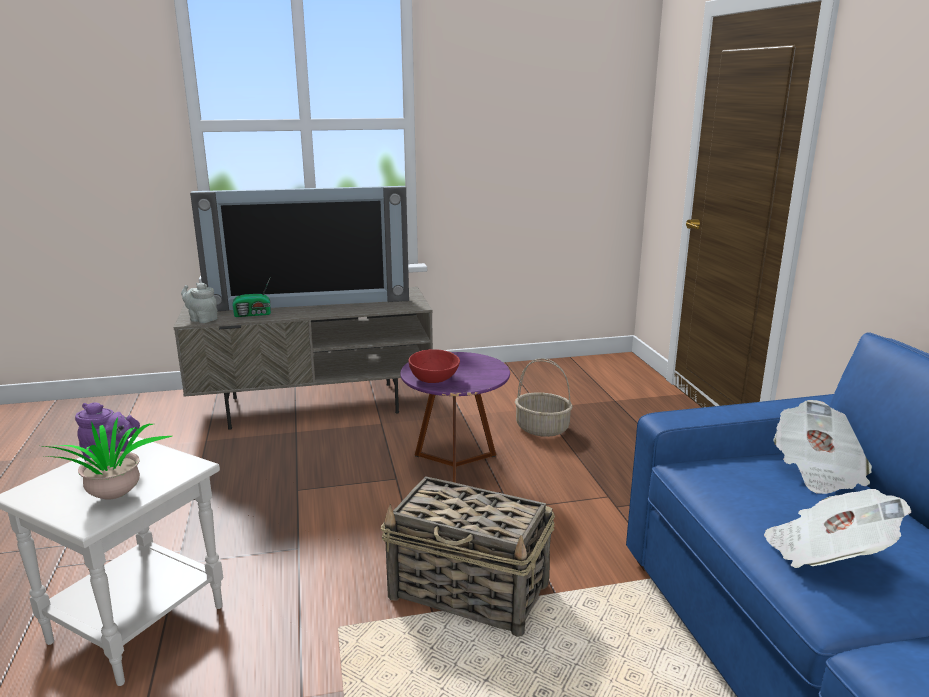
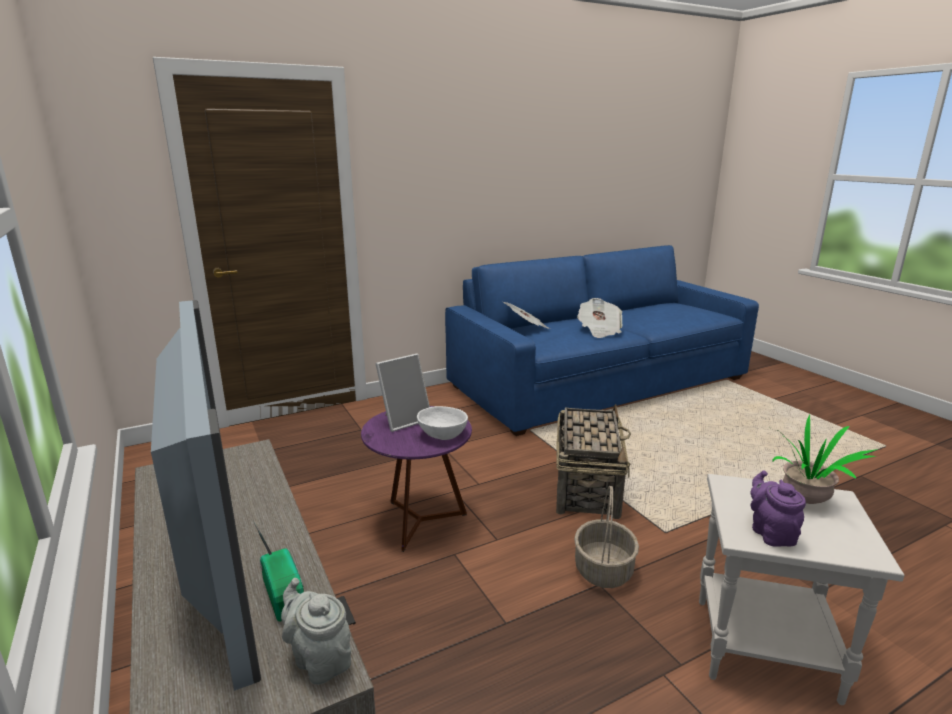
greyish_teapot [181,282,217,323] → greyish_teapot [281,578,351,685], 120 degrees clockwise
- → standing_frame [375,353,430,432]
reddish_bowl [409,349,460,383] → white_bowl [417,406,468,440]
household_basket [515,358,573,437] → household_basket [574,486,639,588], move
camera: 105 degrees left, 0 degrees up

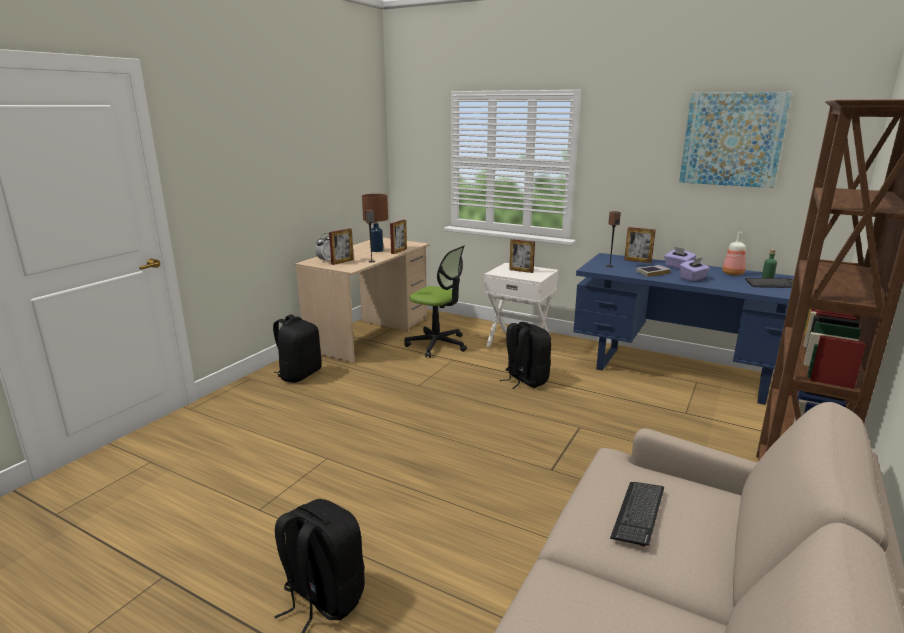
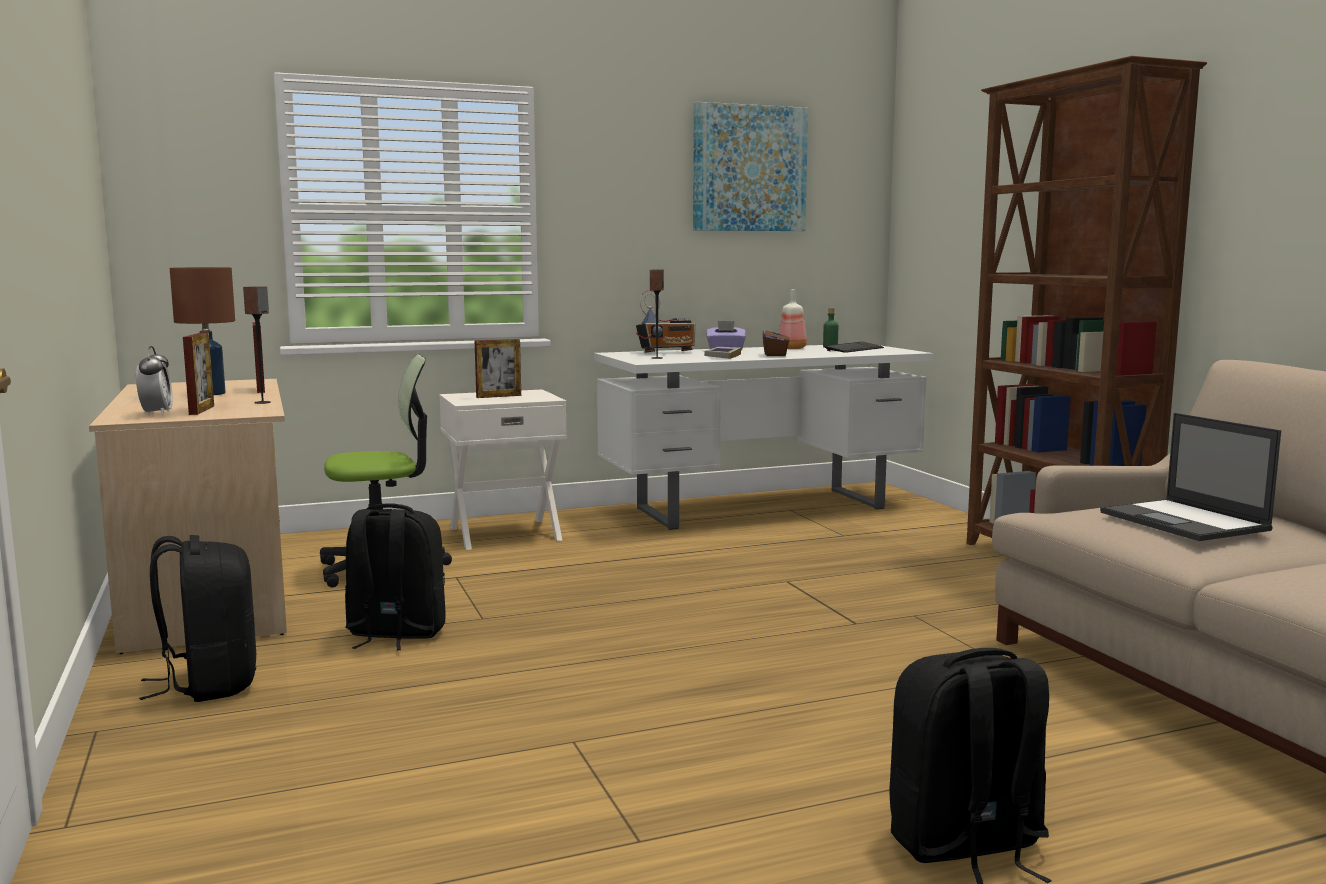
black-coloured_backpack [500,322,551,389] → black-coloured_backpack [345,504,446,650], move
blue_desk_table [573,253,799,405] → white_desk_table [594,345,933,530]
standing_frame [624,227,656,263] → radio [636,290,695,353]
purplish_tissue_box [679,258,710,282] → brownish_tissue_box [763,323,790,356]
keyboard [610,482,664,547] → notebook_computer [1100,413,1281,541]
camera: 50 degrees left, 10 degrees down

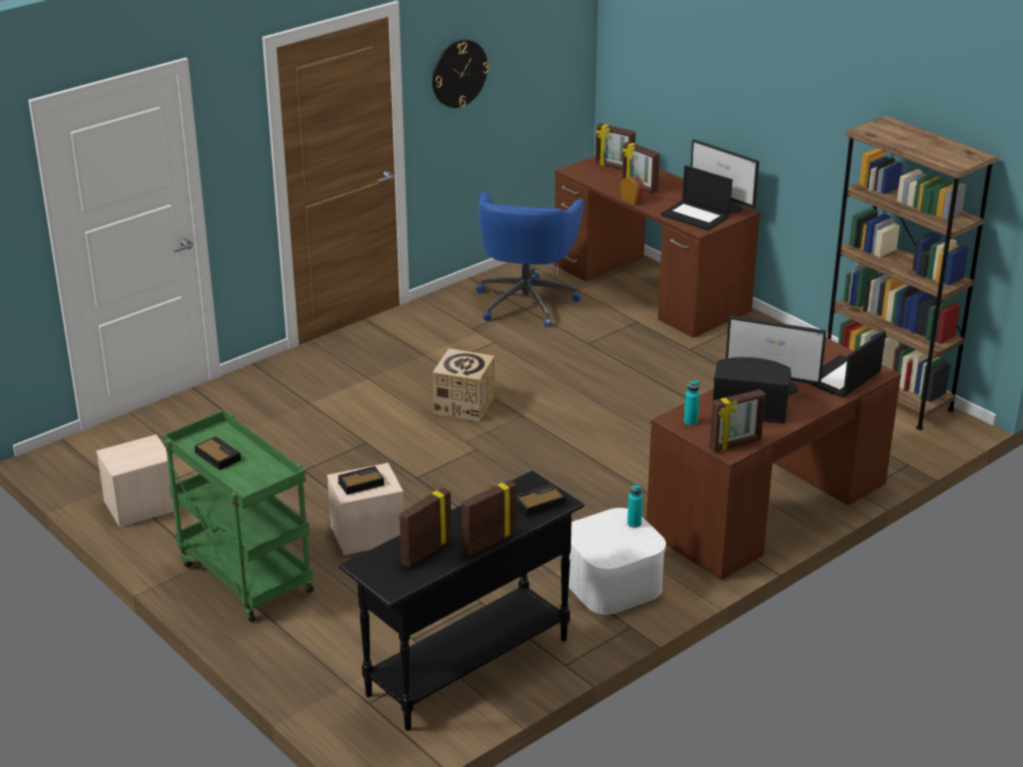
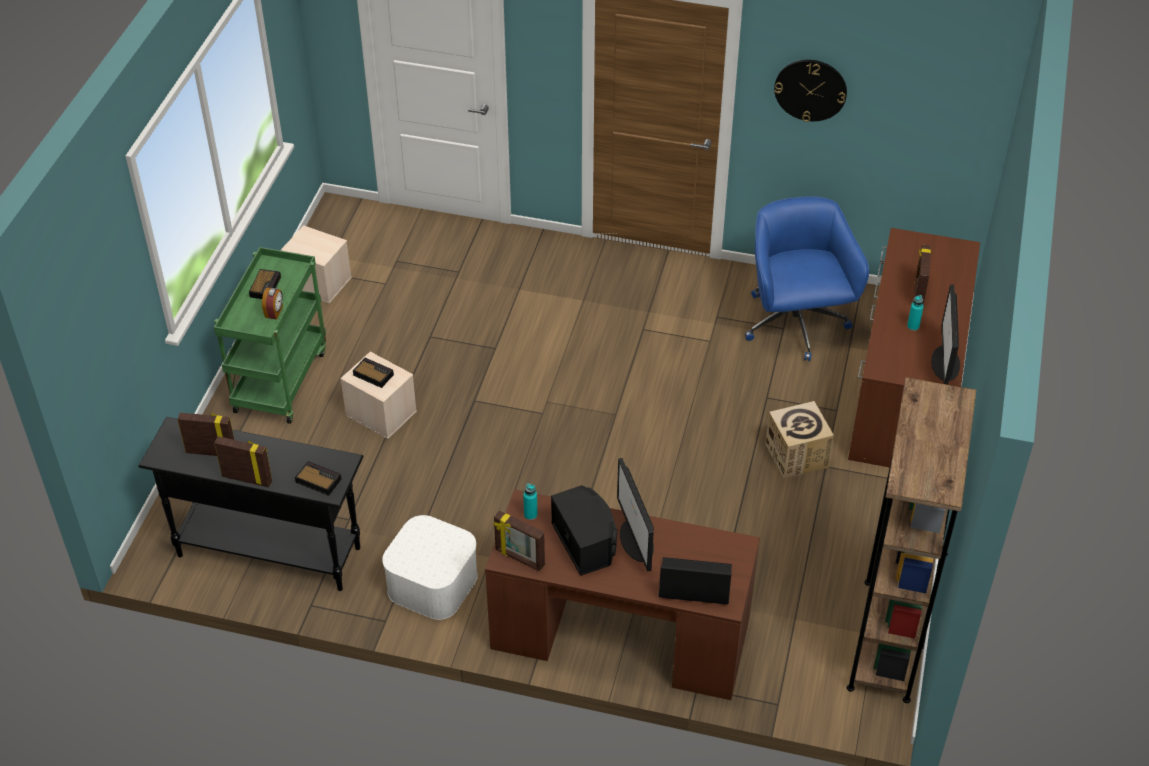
alarm_clock [620,174,645,205] → alarm_clock [262,288,283,320], move
blue_desk_chair [476,191,584,327] → blue_desk_chair [745,196,869,361], 105 degrees clockwise
cardboard_box [432,349,495,422] → cardboard_box [765,401,834,479], move
blue-green_beverage_bottle [627,483,643,528] → blue-green_beverage_bottle [907,295,924,331], move
standing_frame [595,123,636,170] → -
notebook_computer [661,165,732,231] → -
camera: 55 degrees right, 15 degrees up

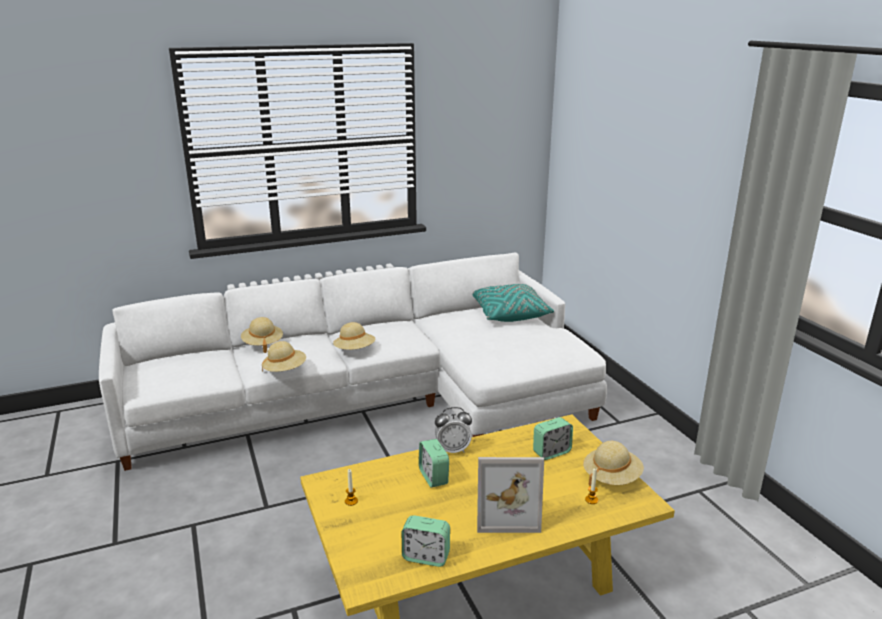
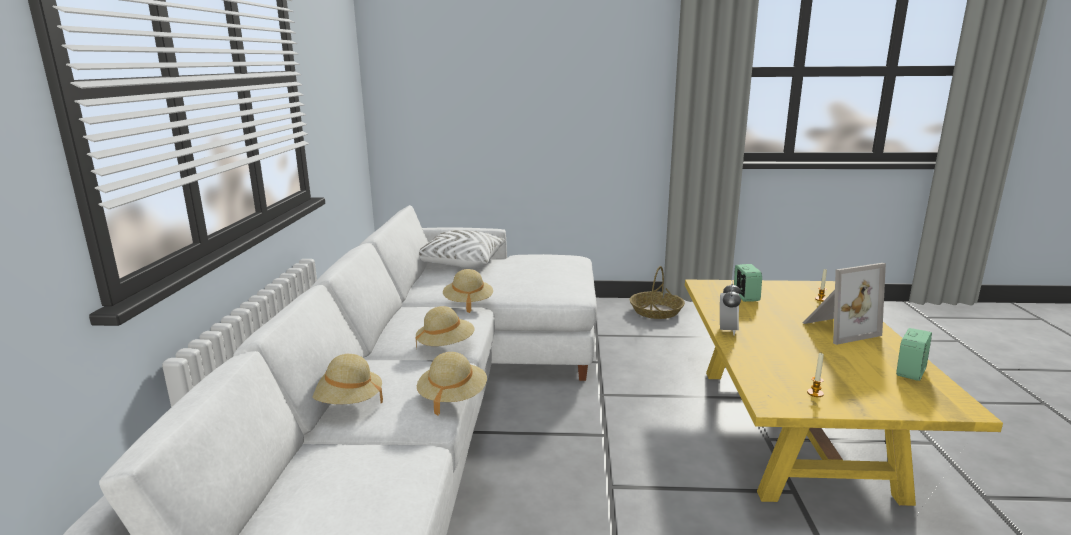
blue-green_throw_pillow [473,284,554,322] → white_throw_pillow [419,230,505,267]
sand-coloured_clothing_hat [583,441,644,486] → sand-coloured_clothing_hat [443,269,493,313], move
- → household_basket [630,266,685,319]
standing_frame [477,457,544,533] → standing_frame [803,263,886,345], 45 degrees clockwise
alarm_clock [419,439,449,487] → -
camera: 65 degrees left, 5 degrees down

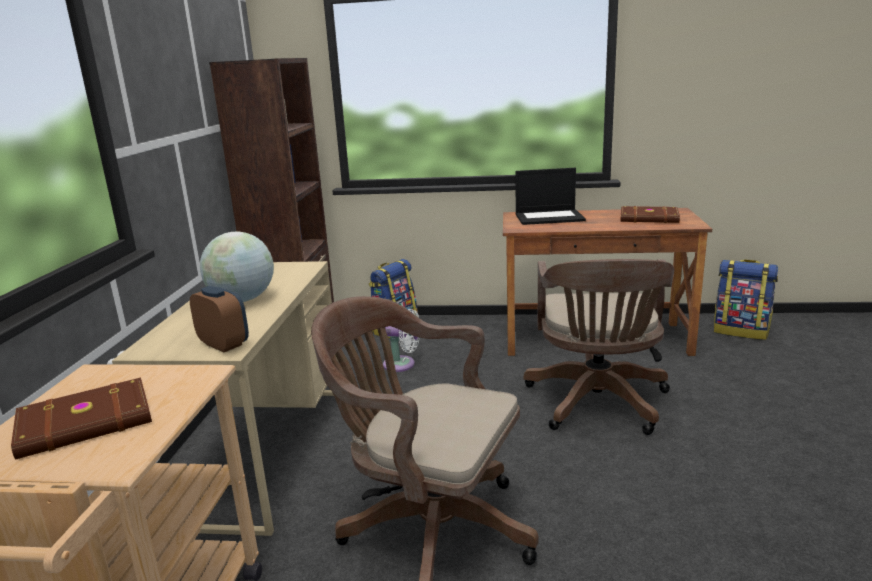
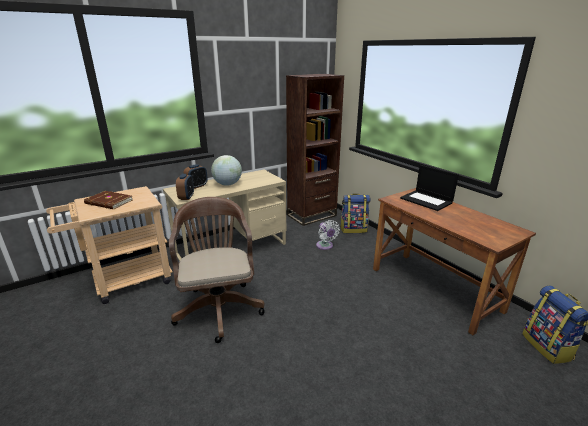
- → alarm_clock [183,164,208,189]
brownish_desk_chair [524,259,674,435] → -
brownish_bound_book [620,206,680,223] → -
camera: 50 degrees right, 5 degrees up

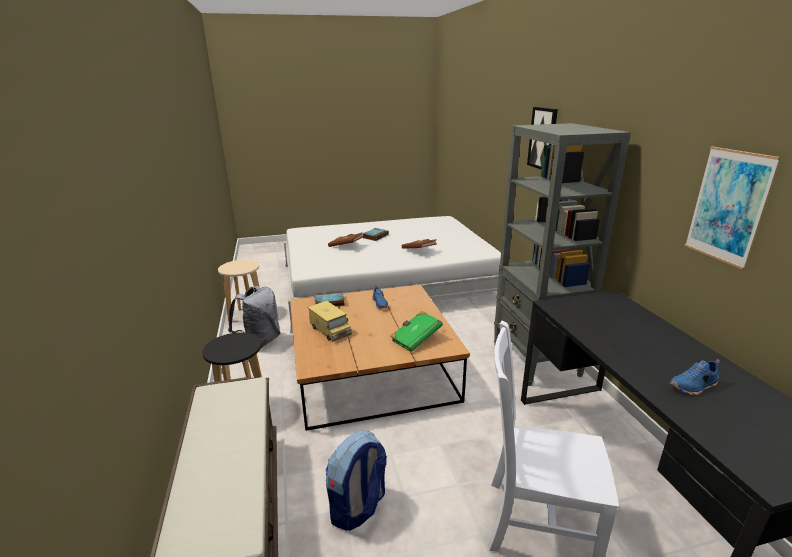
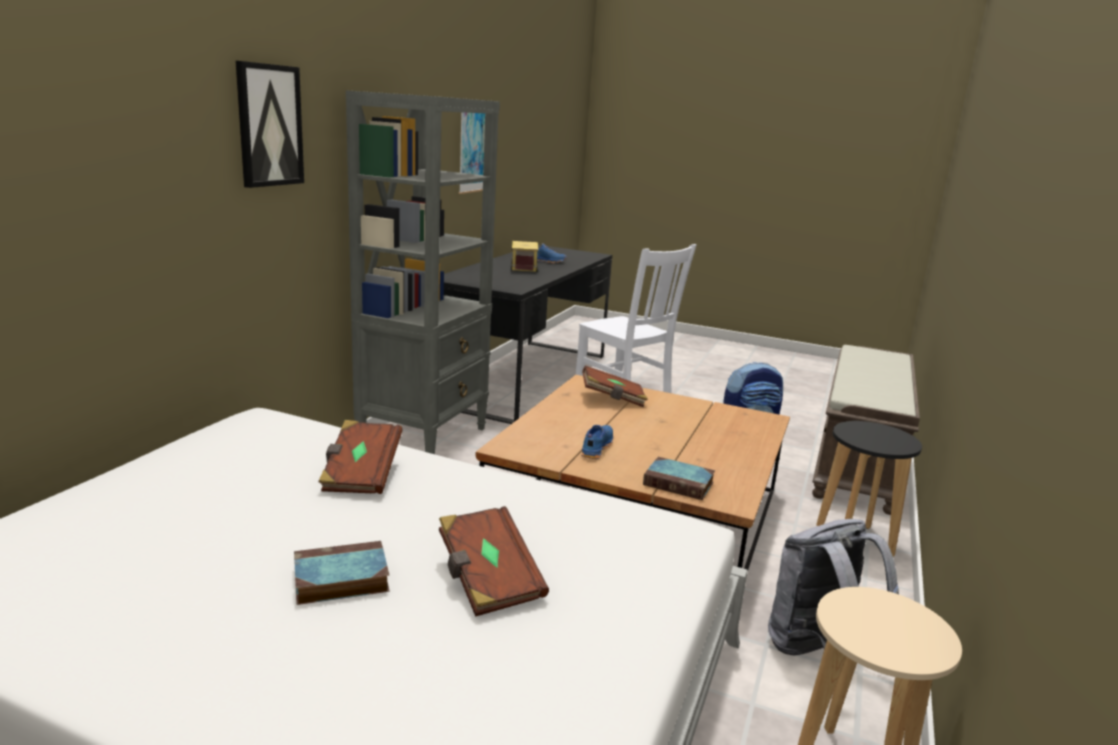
model_truck [307,301,352,342] → model_truck [511,241,539,272], move
greenish_bound_book [390,311,443,352] → brownish_bound_book [582,365,648,407]
camera: 145 degrees left, 5 degrees down

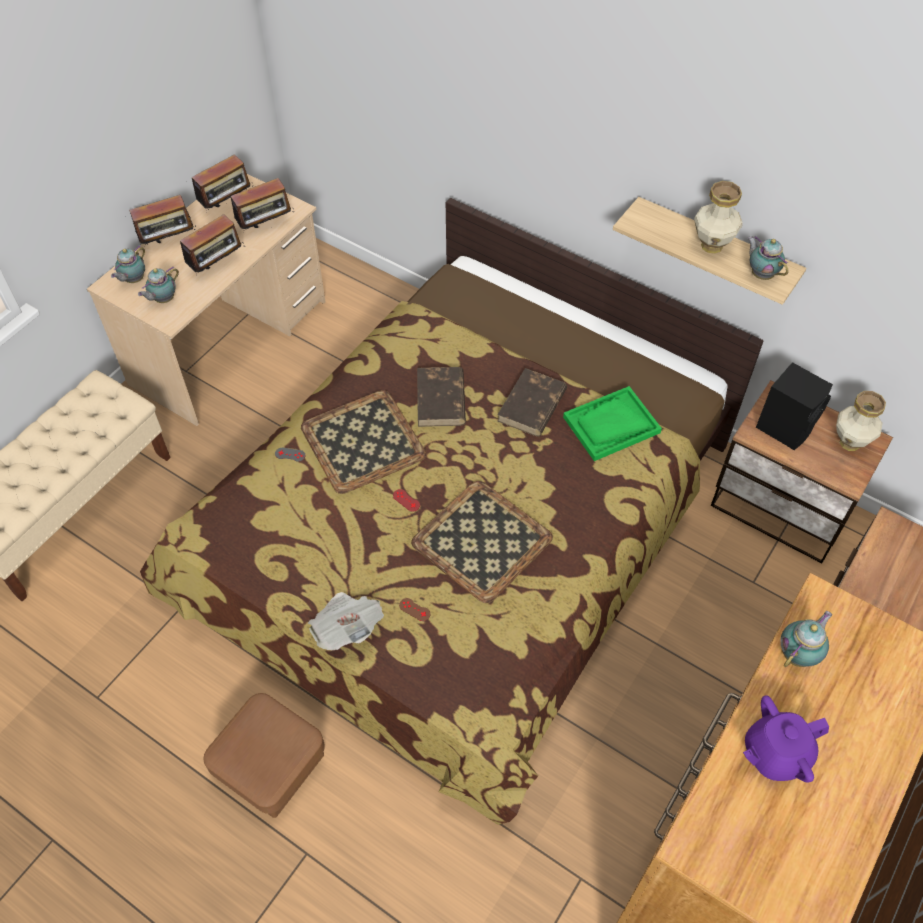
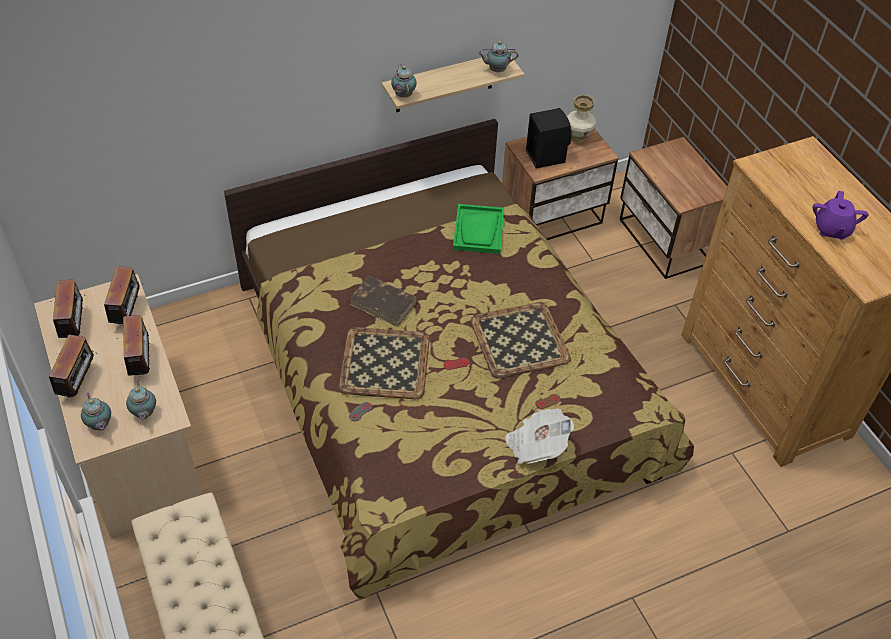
teapot [781,611,832,667] → teapot [391,64,417,98], move
brownish_pouffe [204,693,325,818] → -
brownish_bound_book [497,368,567,437] → -
flower_vase [694,181,743,254] → -
camera: 60 degrees left, 5 degrees down

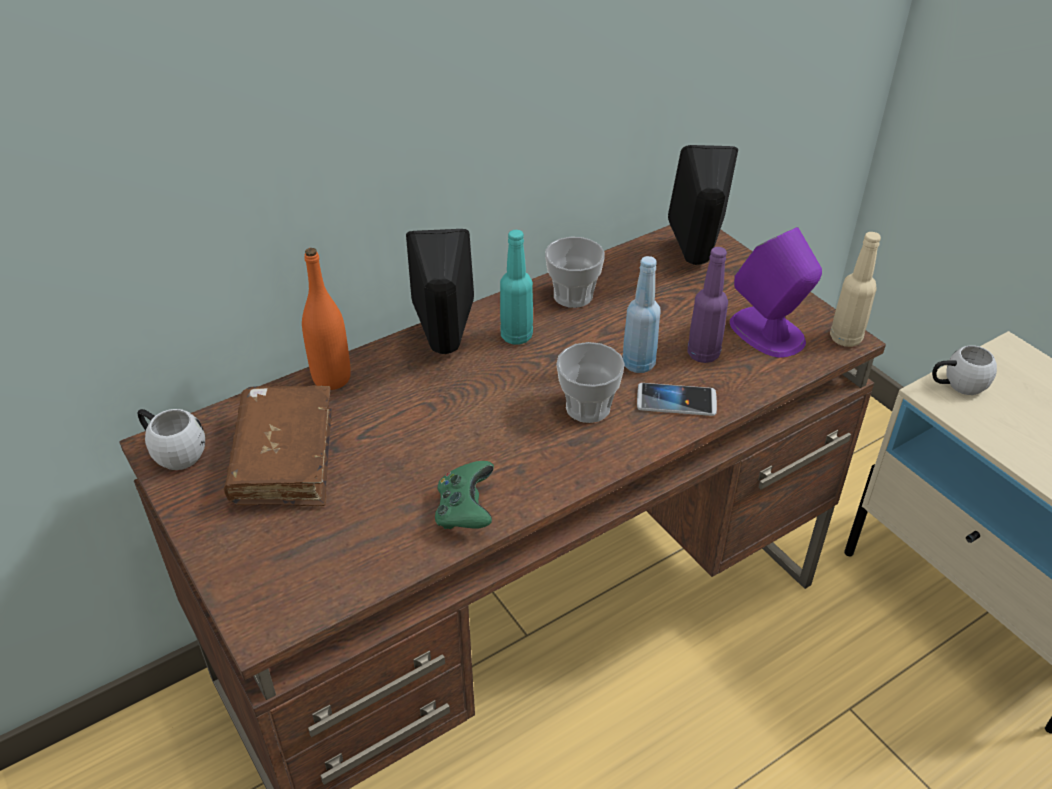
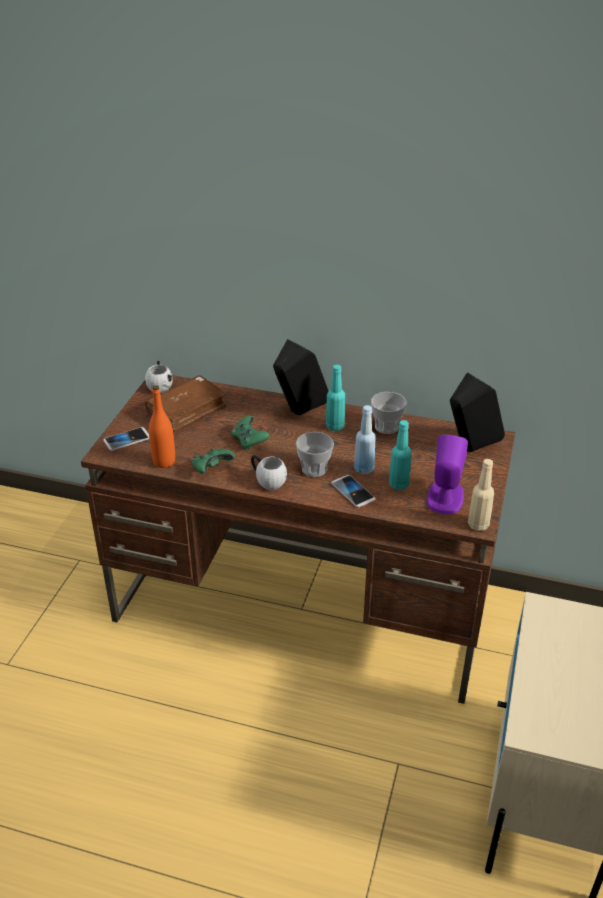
- → handset [103,427,149,451]
orangey_beverage_bottle [302,248,351,390] → orangey_beverage_bottle [149,386,175,468], move
- → greenish_gamepad [231,415,270,450]
white_tea_mug [932,345,997,395] → white_tea_mug [251,455,287,490], move
purplish_beverage_bottle [688,247,728,363] → blue-green_beverage_bottle [389,420,412,490]
camera: 50 degrees right, 5 degrees down

